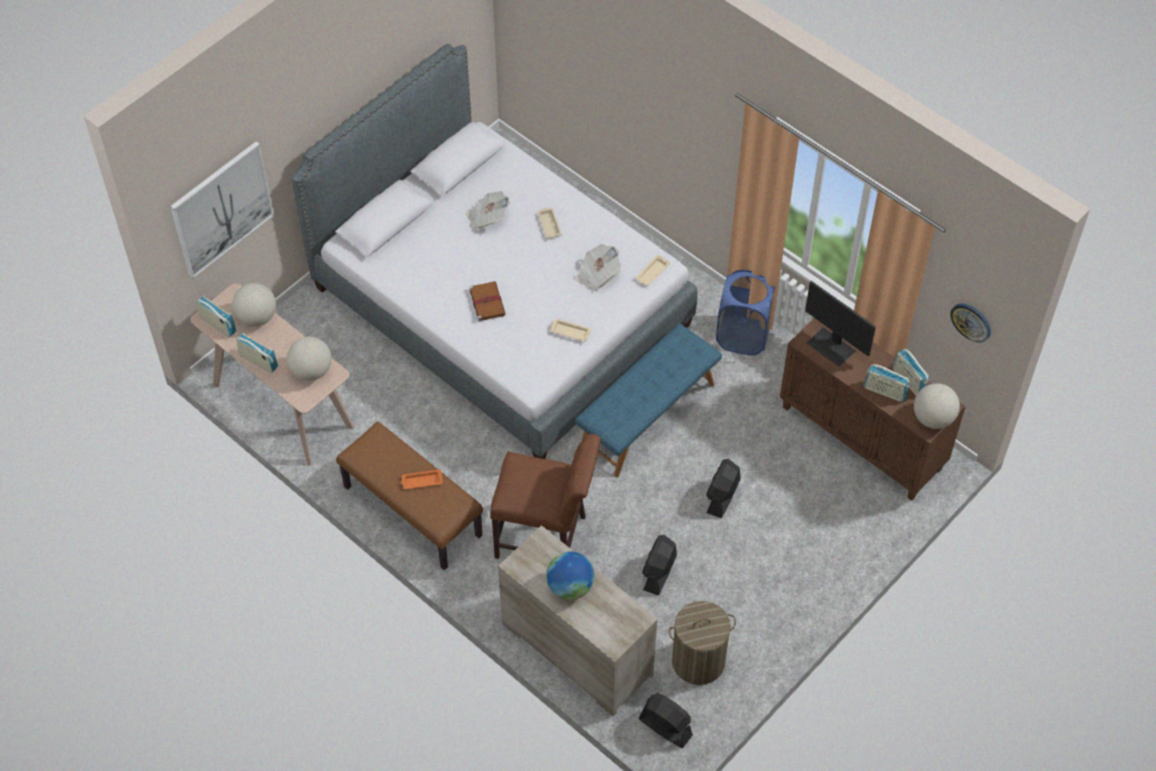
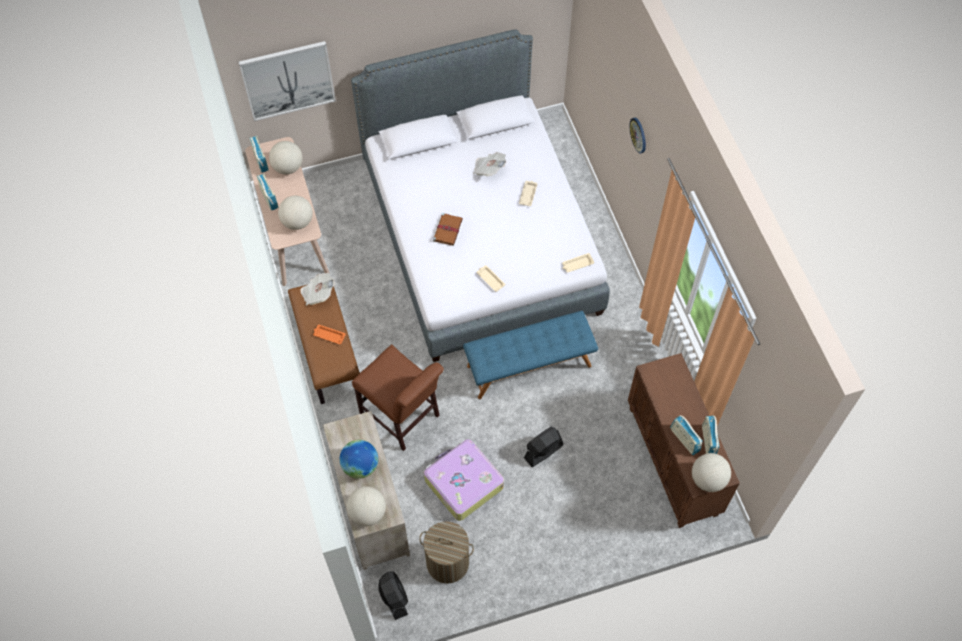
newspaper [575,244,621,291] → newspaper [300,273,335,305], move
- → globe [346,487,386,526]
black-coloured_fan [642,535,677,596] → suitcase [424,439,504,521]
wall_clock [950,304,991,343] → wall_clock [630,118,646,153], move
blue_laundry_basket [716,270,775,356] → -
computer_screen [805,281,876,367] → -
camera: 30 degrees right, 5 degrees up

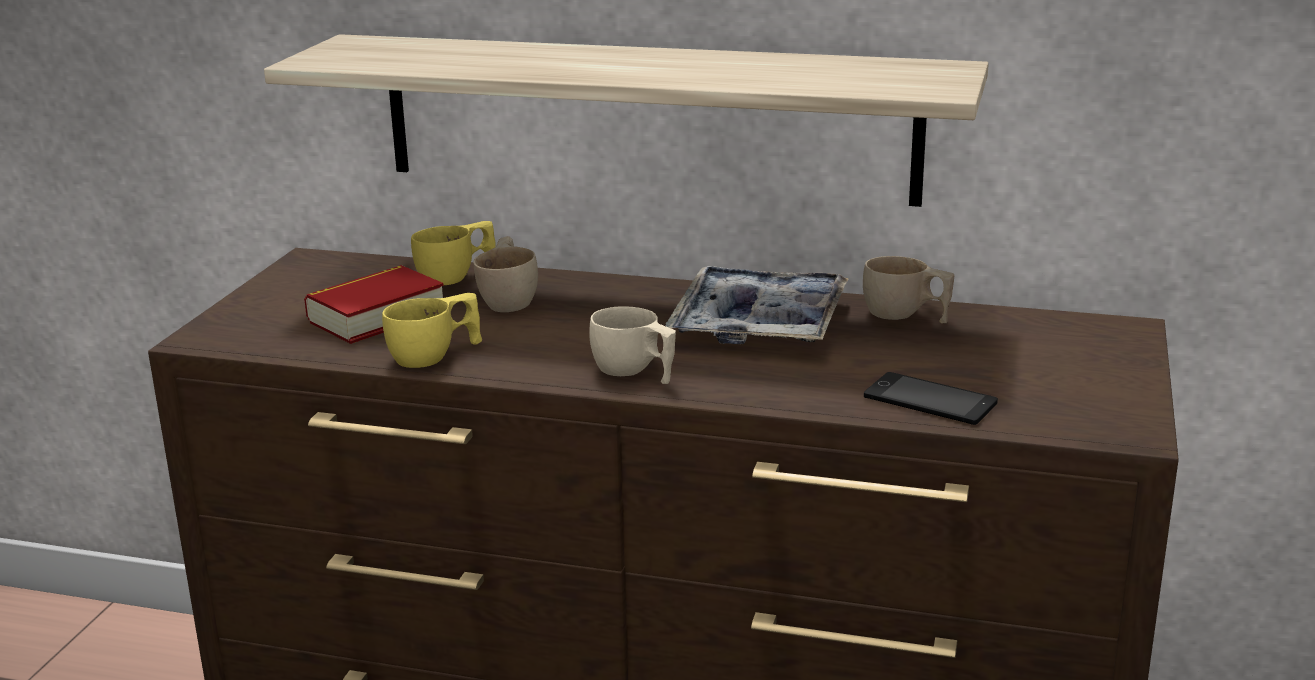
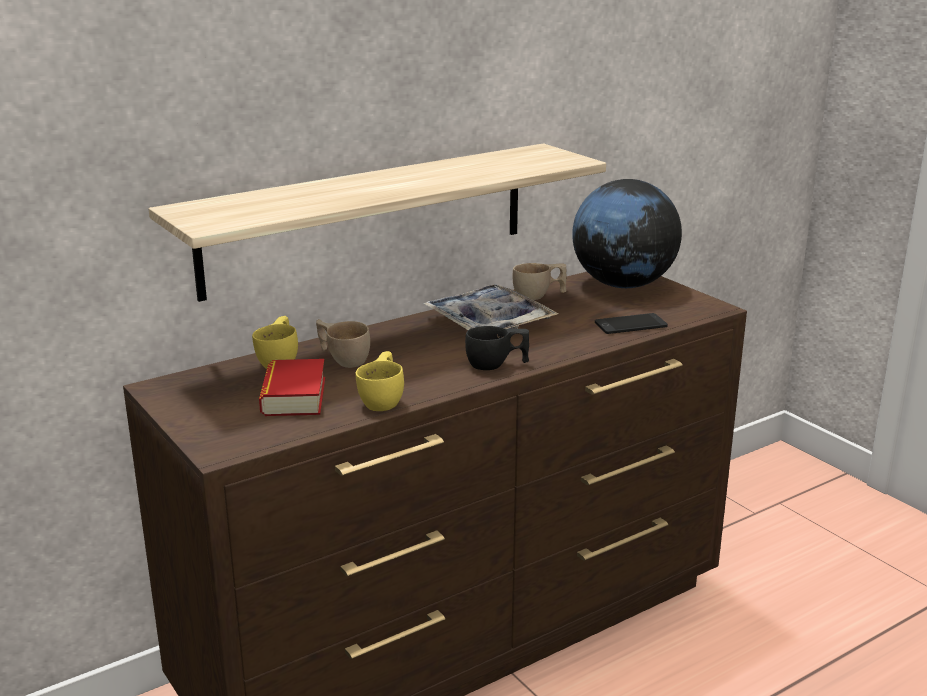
sand-coloured_cup [589,306,676,384] → black-coloured_cup [465,326,529,370]
- → globe [572,179,682,288]
camera: 50 degrees left, 0 degrees up

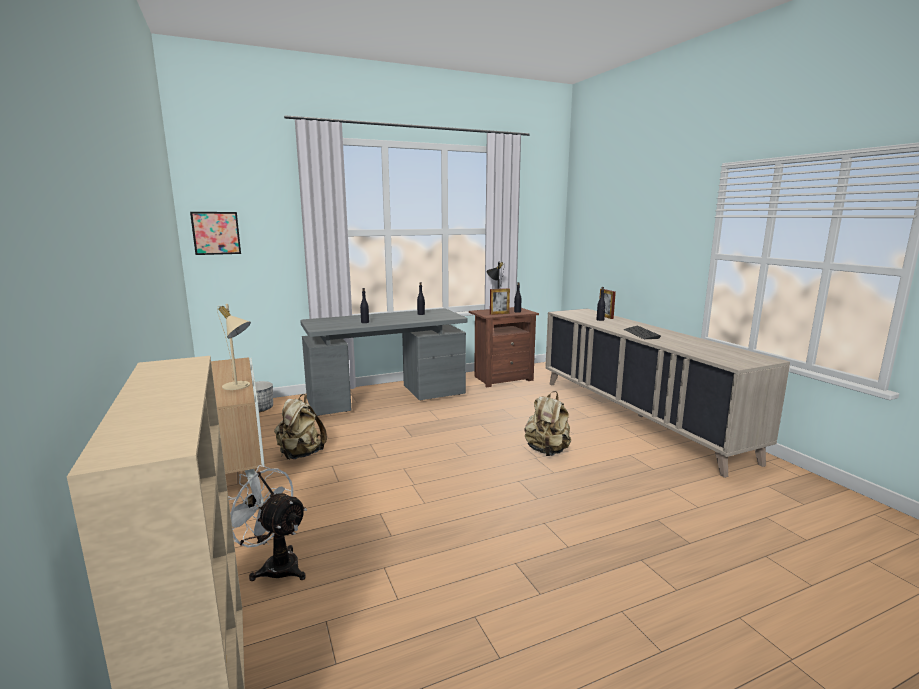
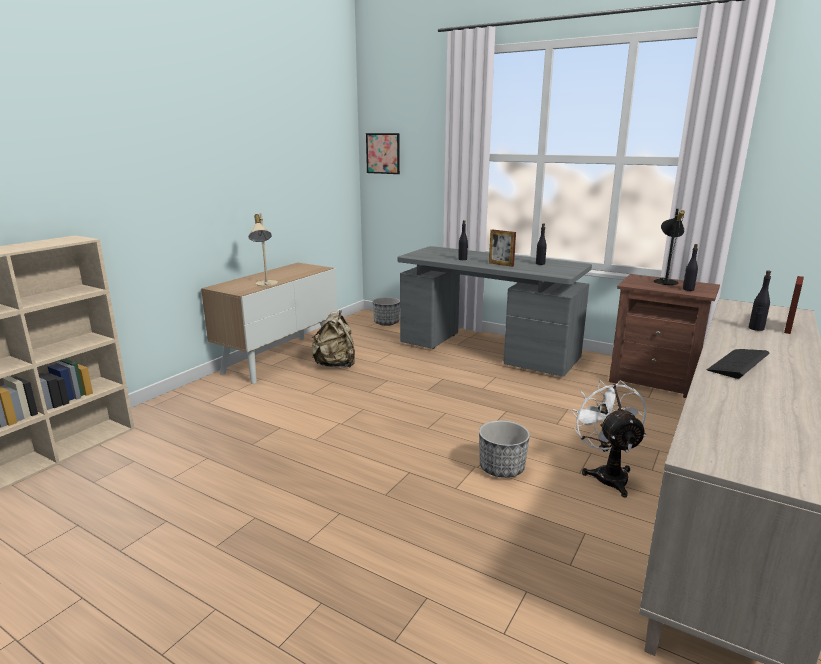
sand-coloured_backpack [524,391,571,456] → plant_pot [479,420,530,478]
standing_frame [490,288,510,315] → standing_frame [489,229,516,267], move
white_fan [228,465,307,581] → white_fan [571,380,647,498], move
camera: 55 degrees right, 5 degrees up

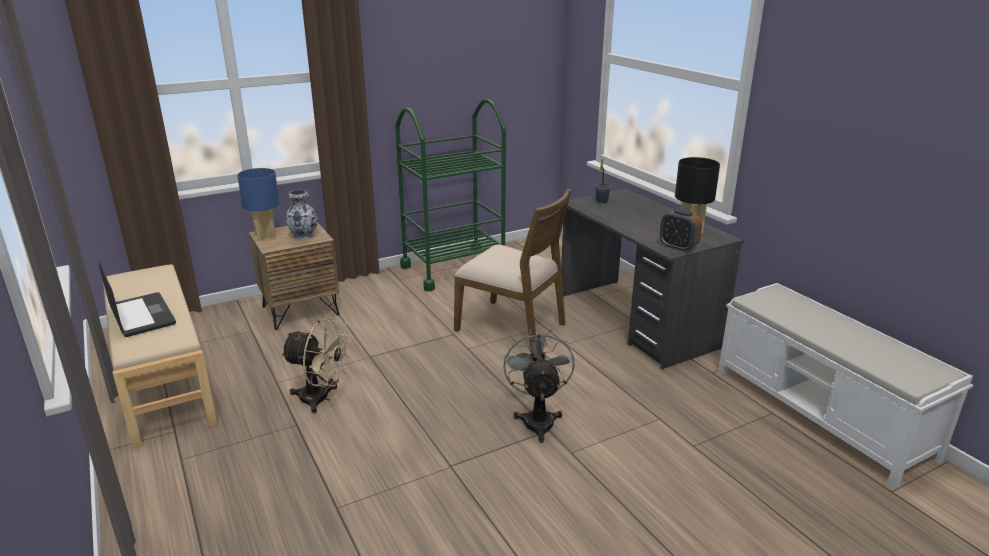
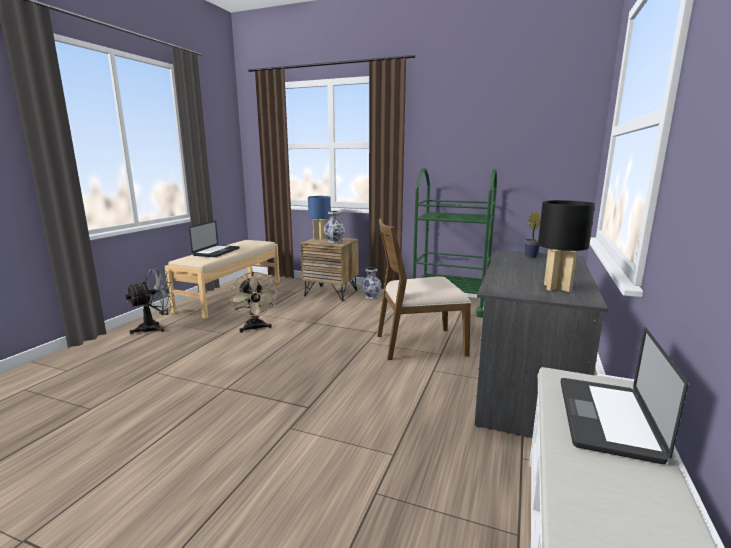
greyish_fan [503,329,575,443] → greyish_fan [125,268,174,334], move
- → flower_vase [361,267,381,299]
brownish_chair [454,189,571,352] → brownish_chair [377,218,471,360], 90 degrees clockwise
- → notebook_computer [561,327,688,464]
alarm_clock [660,209,702,252] → -
camera: 50 degrees right, 10 degrees down

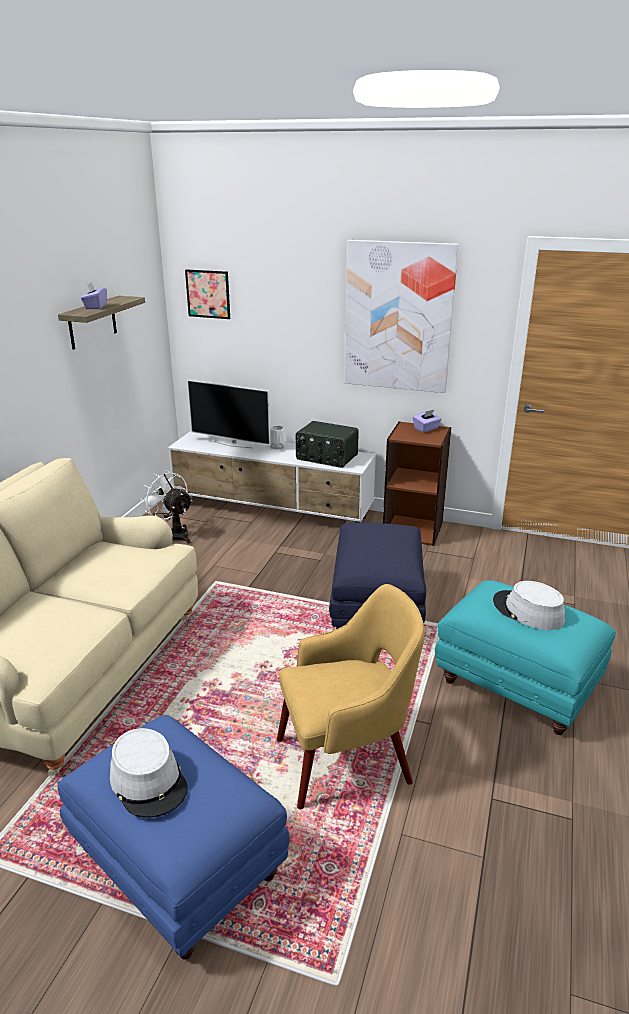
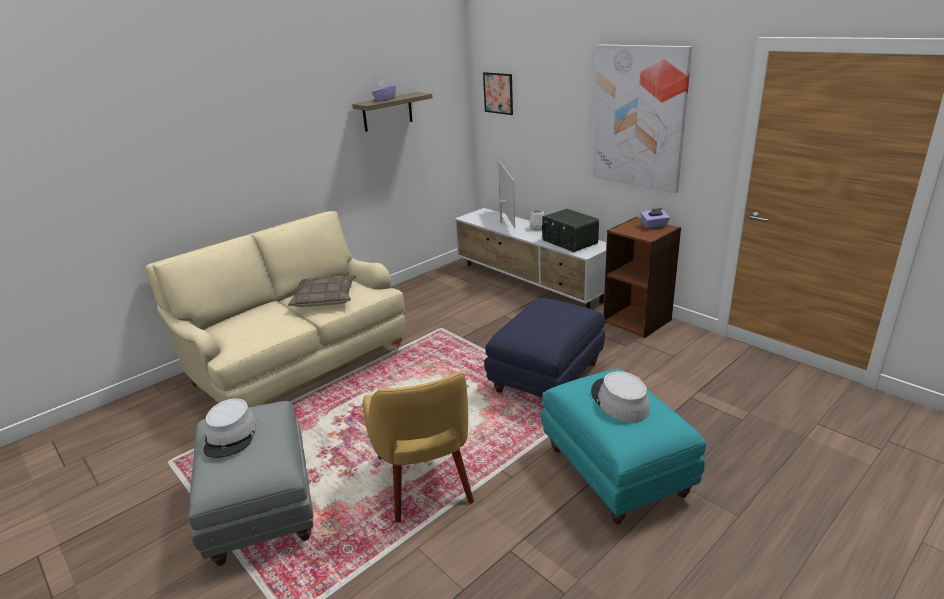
blue_pouffe [57,715,289,960] → greyish_pouffe [189,401,313,566]
- → throw_pillow [288,275,356,307]
yellow_easy_chair [277,584,425,809] → yellow_easy_chair [363,372,474,523], 60 degrees clockwise
TV_set [187,380,271,448] → TV_set [498,160,515,229], 150 degrees counterclockwise
white_fan [140,470,192,544] → -
camera: 30 degrees right, 0 degrees up

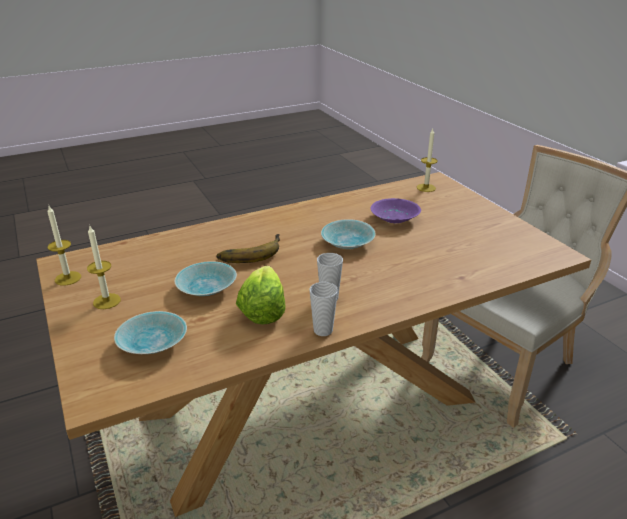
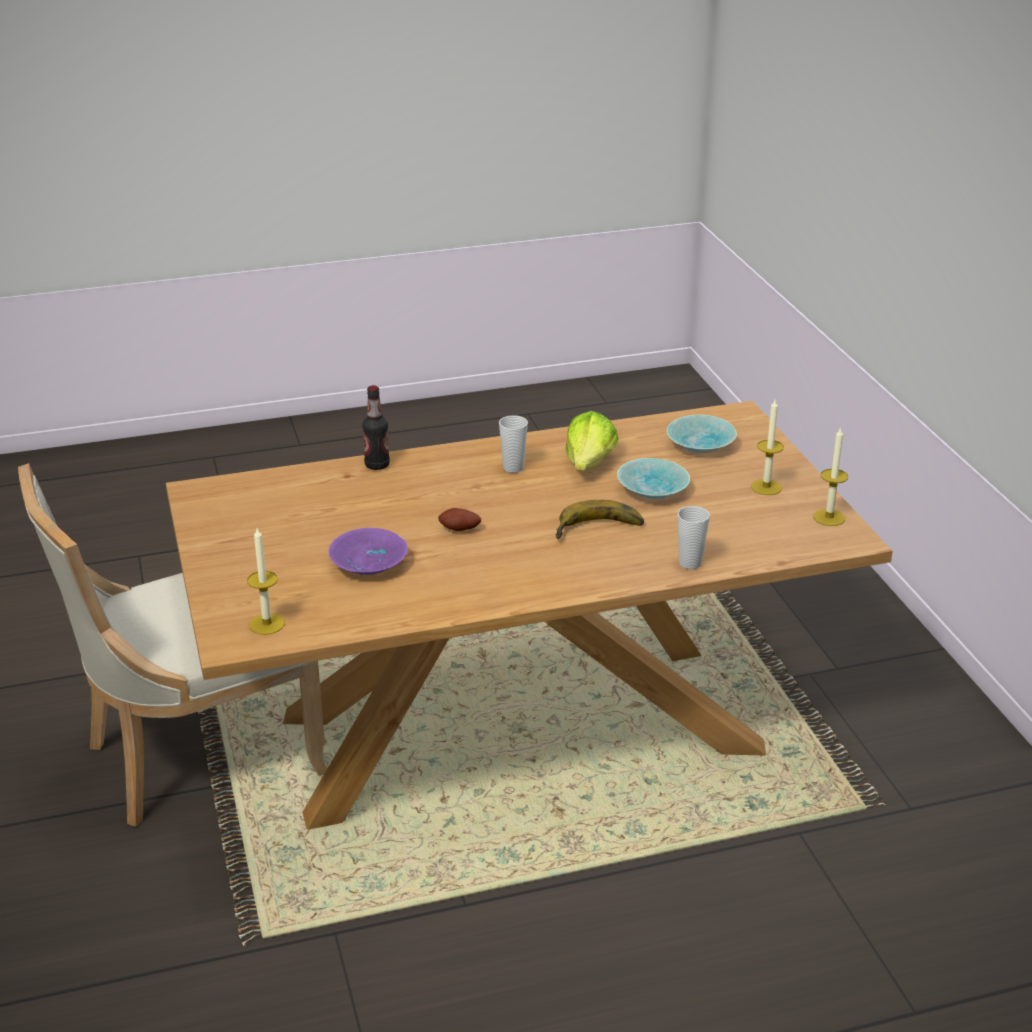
- → beverage_bottle [362,385,390,470]
blue-green_bowl [321,219,376,249] → spud [438,508,481,531]
cup [309,282,338,336] → cup [678,506,710,569], move
camera: 170 degrees left, 0 degrees up

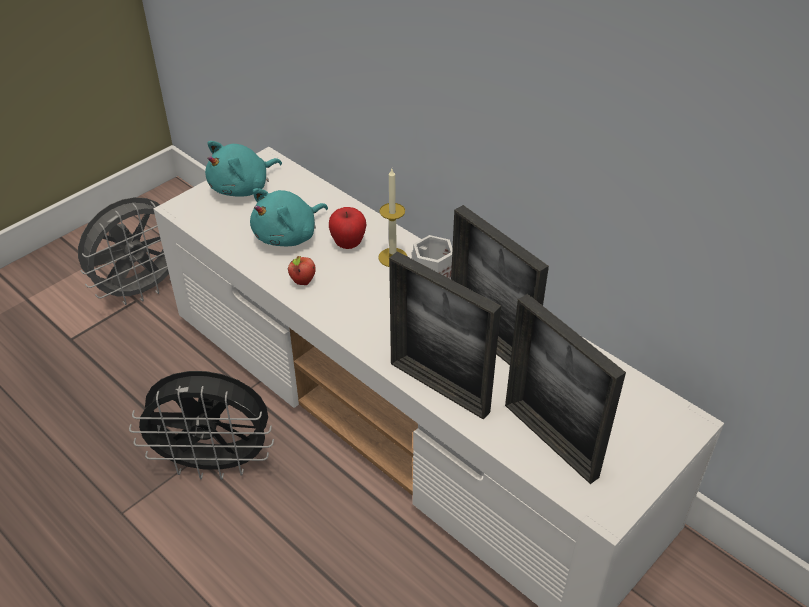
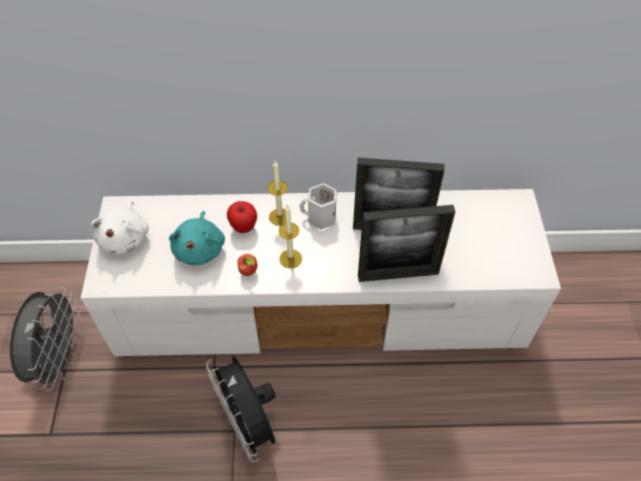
blue-green_cuddly_toy [205,141,282,197] → white_cuddly_toy [90,201,149,254]
black-coloured_fan [129,371,274,480] → black-coloured_fan [206,356,276,462], 105 degrees clockwise
- → candle [279,205,302,268]
standing_frame [505,294,626,484] → -
camera: 45 degrees left, 10 degrees up

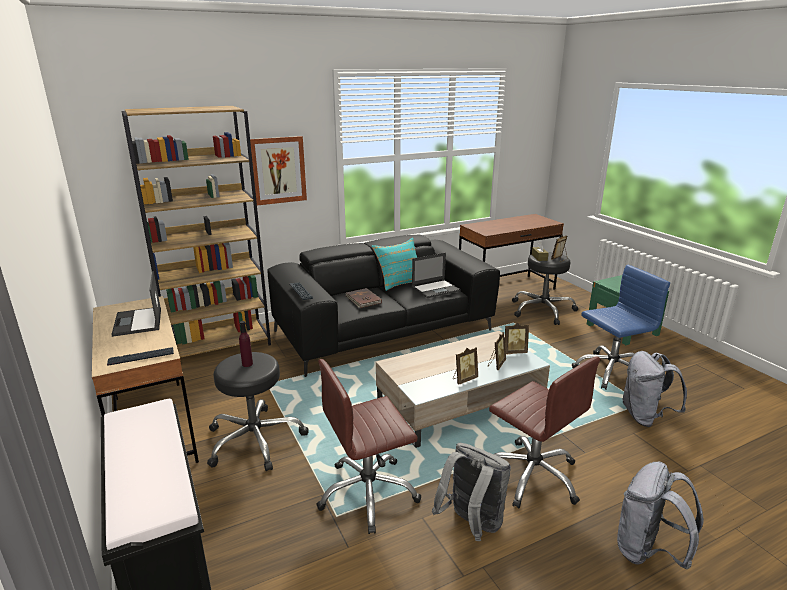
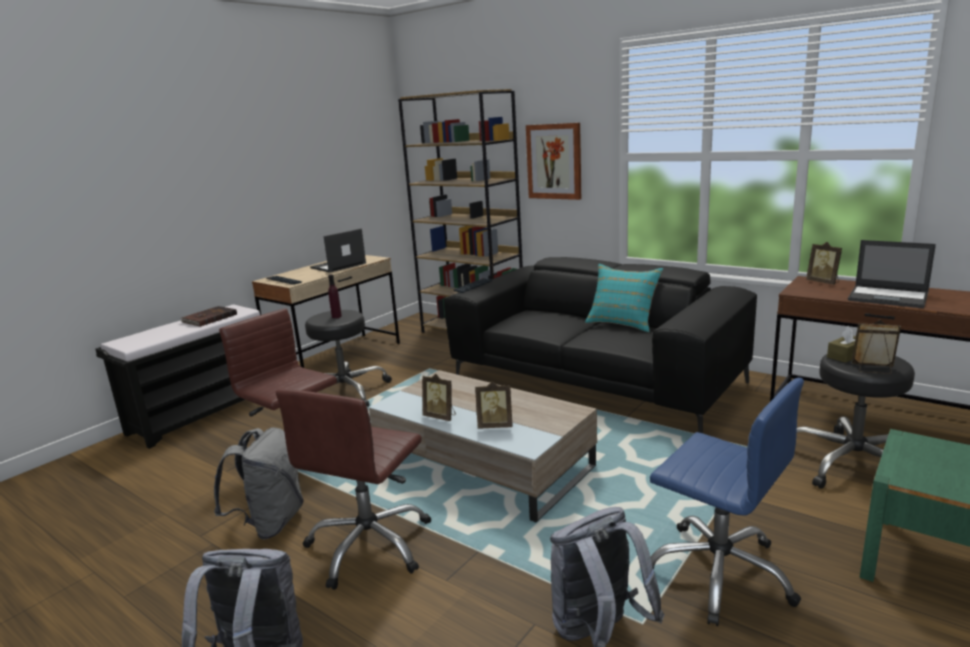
brownish_bound_book [345,288,382,308] → brownish_bound_book [180,306,237,327], move
standing_frame [505,322,529,354] → standing_frame [806,242,842,285], move
notebook_computer [412,253,461,298] → notebook_computer [848,240,936,308], move
camera: 65 degrees right, 5 degrees down

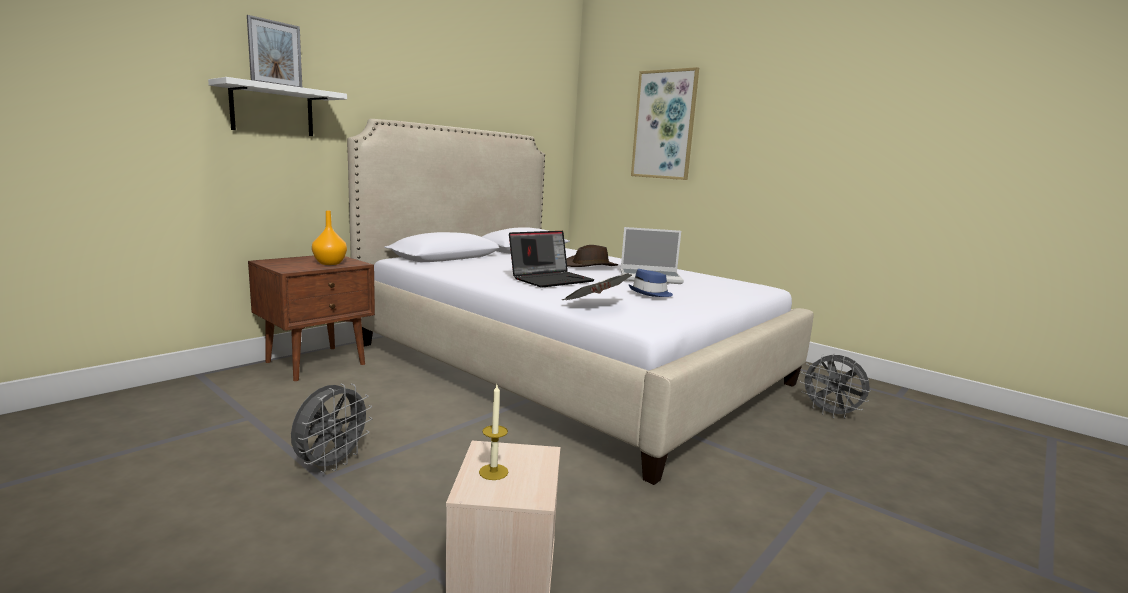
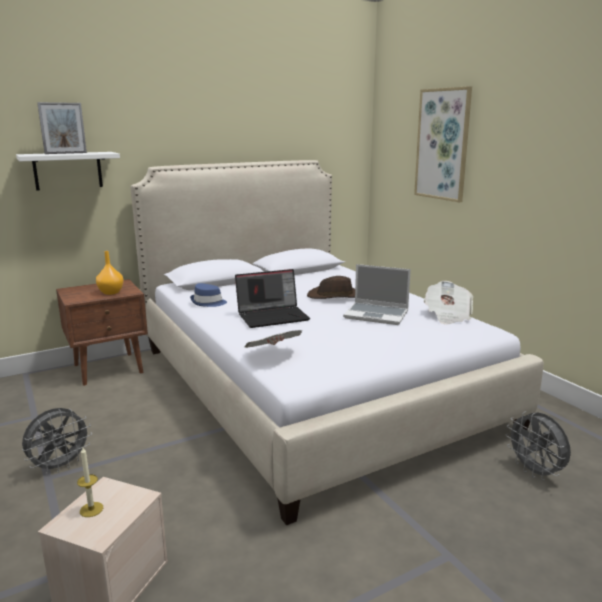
blue_clothing_hat [628,269,673,297] → blue_clothing_hat [190,283,227,307], move
- → newspaper [424,281,473,324]
camera: 20 degrees right, 5 degrees up

